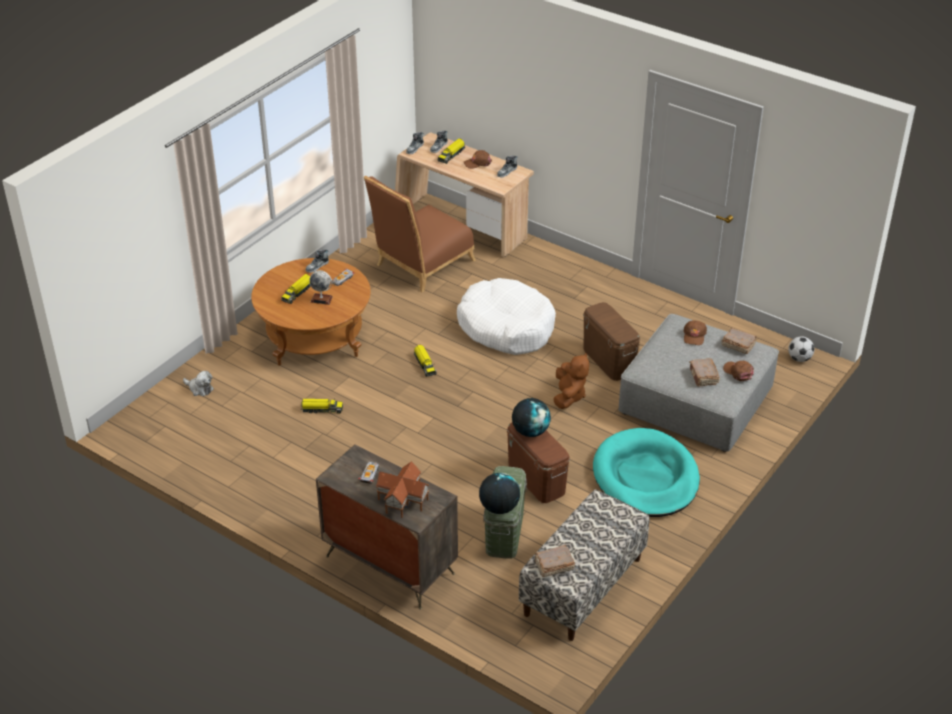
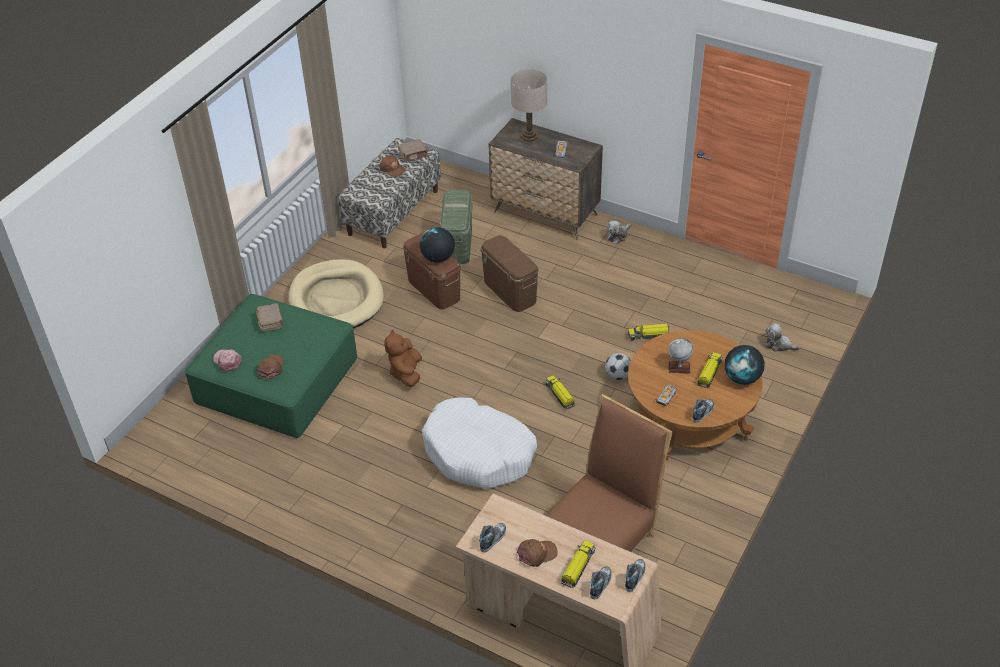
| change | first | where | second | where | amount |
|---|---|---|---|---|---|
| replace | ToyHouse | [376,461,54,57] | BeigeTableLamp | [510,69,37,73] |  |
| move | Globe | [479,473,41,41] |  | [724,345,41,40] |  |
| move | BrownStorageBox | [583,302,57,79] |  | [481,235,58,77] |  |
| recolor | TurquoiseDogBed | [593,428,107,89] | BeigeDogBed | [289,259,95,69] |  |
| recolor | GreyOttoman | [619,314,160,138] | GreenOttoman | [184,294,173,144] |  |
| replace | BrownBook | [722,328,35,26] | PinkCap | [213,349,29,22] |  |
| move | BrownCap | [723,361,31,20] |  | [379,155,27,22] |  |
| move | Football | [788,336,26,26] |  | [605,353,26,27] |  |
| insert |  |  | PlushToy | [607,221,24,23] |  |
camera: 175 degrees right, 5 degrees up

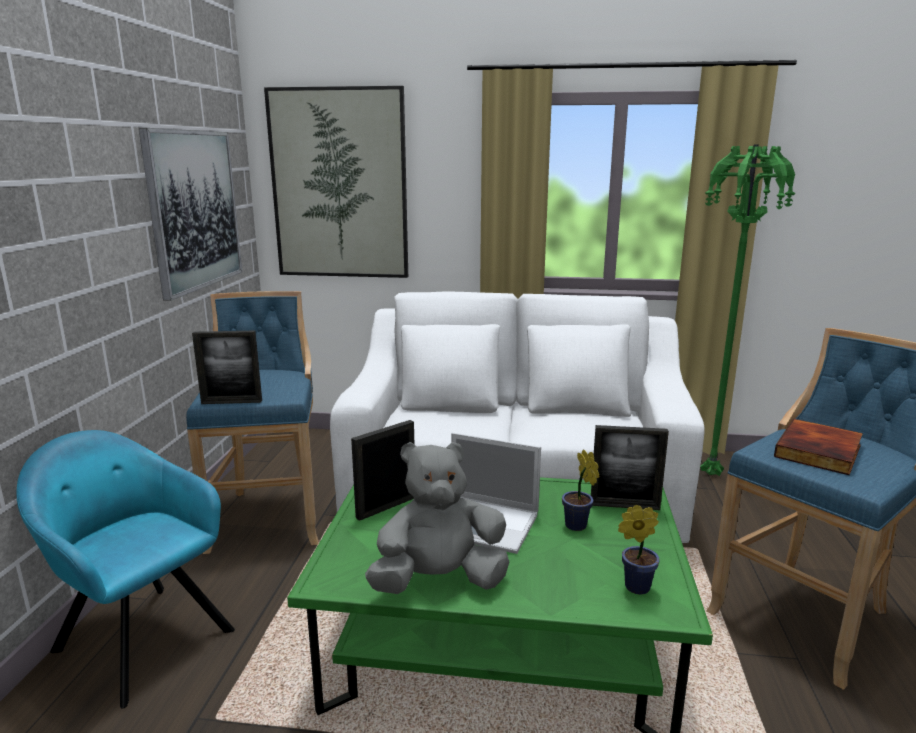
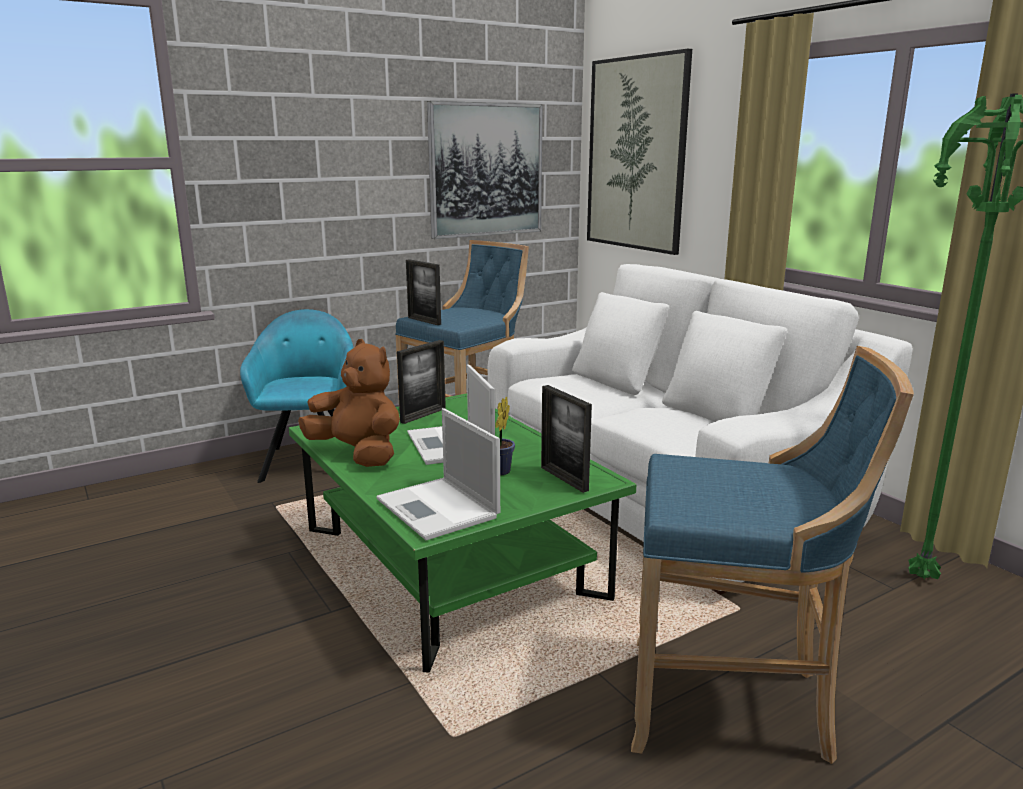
| change | first | where | second | where | amount |
|---|---|---|---|---|---|
| rotate | PictureFrame | [351,420,63,101] |  | [397,340,49,84] | 120 degrees clockwise |
| recolor | GreyPlushToy | [365,442,144,152] | BrownPlushToy | [298,339,102,128] |  |
| replace | PottedPlant | [618,505,41,89] | Laptop | [376,408,124,132] |  |
| delete | Book | [774,419,89,56] |  |  |  |
camera: 50 degrees right, 0 degrees up

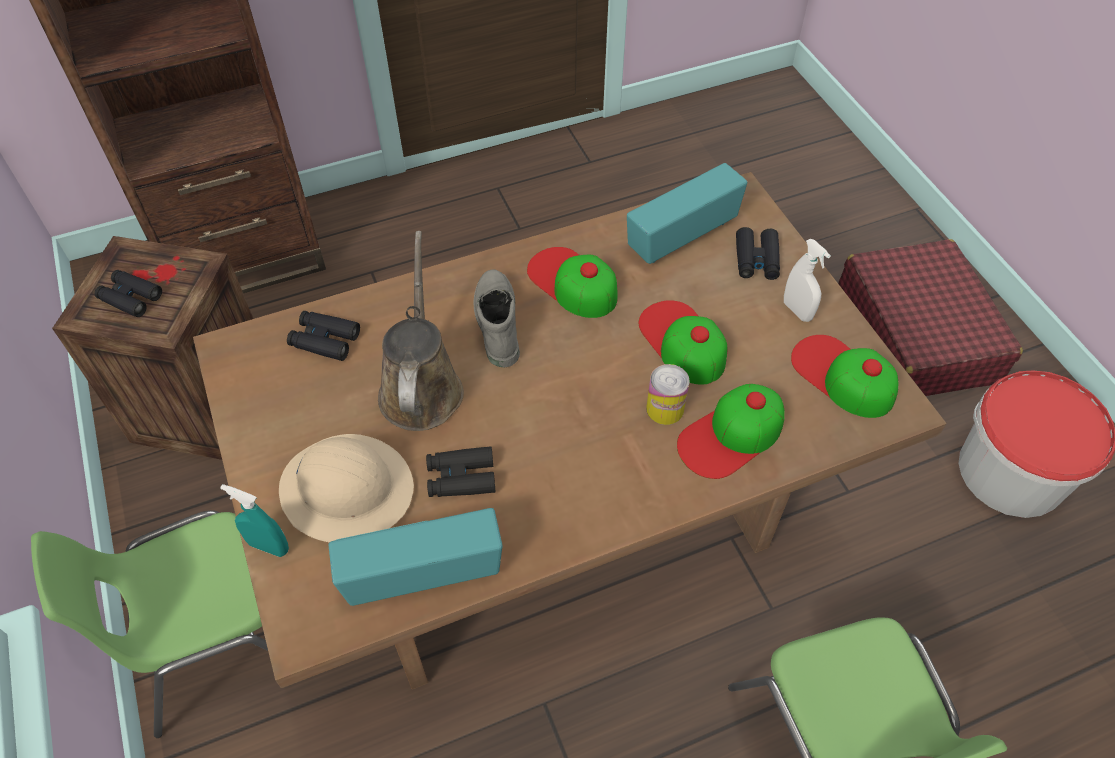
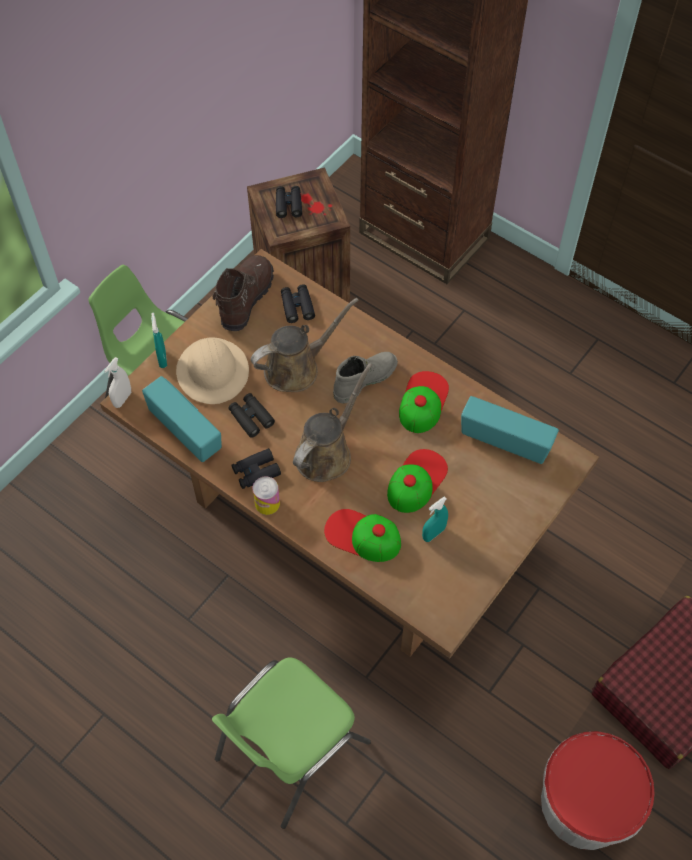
| change | first | where | second | where | amount |
|---|---|---|---|---|---|
| move | Can | [646,364,44,61] |  | [253,476,27,39] |  |
| move | BlackBinoculars | [736,227,44,53] |  | [232,448,49,41] |  |
| move | WhiteSprayBottle | [784,239,47,83] |  | [104,357,27,51] |  |
| delete | Cap | [791,335,107,83] |  |  |  |
| insert |  |  | BrownBoot | [213,255,61,76] |  |
| insert |  |  | BrownWateringCan | [293,363,79,119] |  |
| insert |  |  | TurquoiseSprayBottle | [422,496,26,46] |  |
camera: 60 degrees right, 5 degrees up

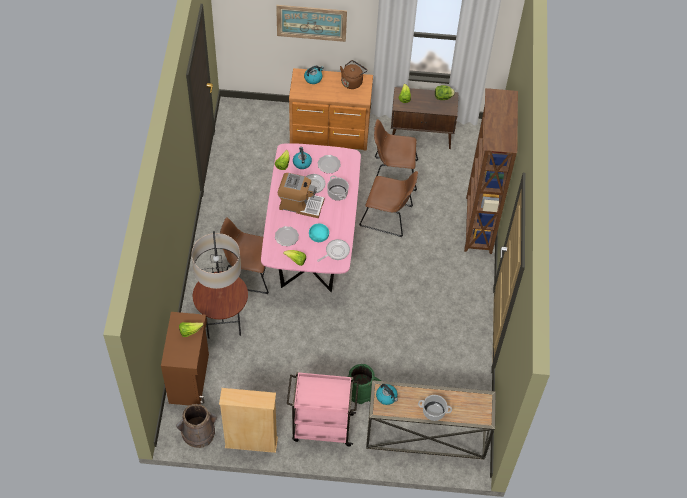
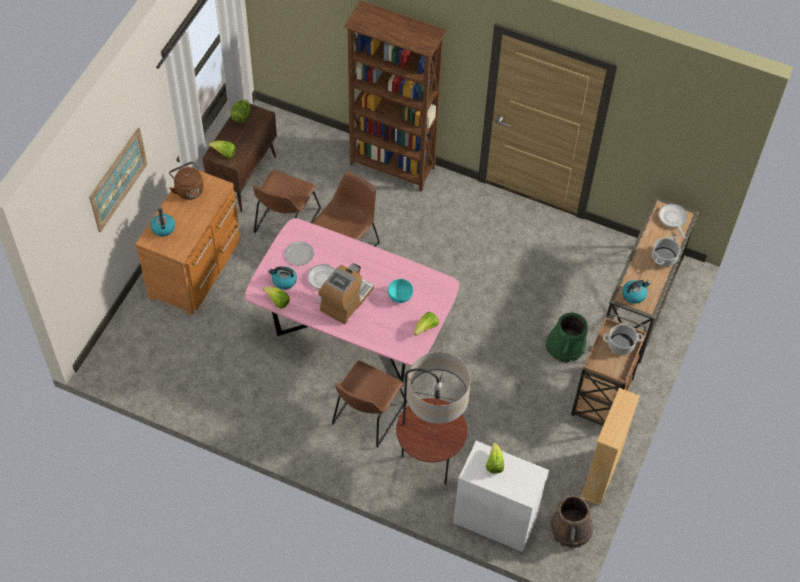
| change | first | where | second | where | amount |
|---|---|---|---|---|---|
| recolor | BrownCabinet | [161,312,48,93] | WhiteCabinet | [453,441,96,111] |  |
| delete | Plate | [275,226,24,20] |  |  |  |
| recolor | PinkCart | [287,372,72,74] | BrownCart | [571,313,77,113] |  |
| move | FryingPan | [317,239,33,23] |  | [659,204,29,35] |  |
| move | CookingPot | [327,176,22,25] |  | [603,324,41,31] |  |
camera: 70 degrees left, 0 degrees up

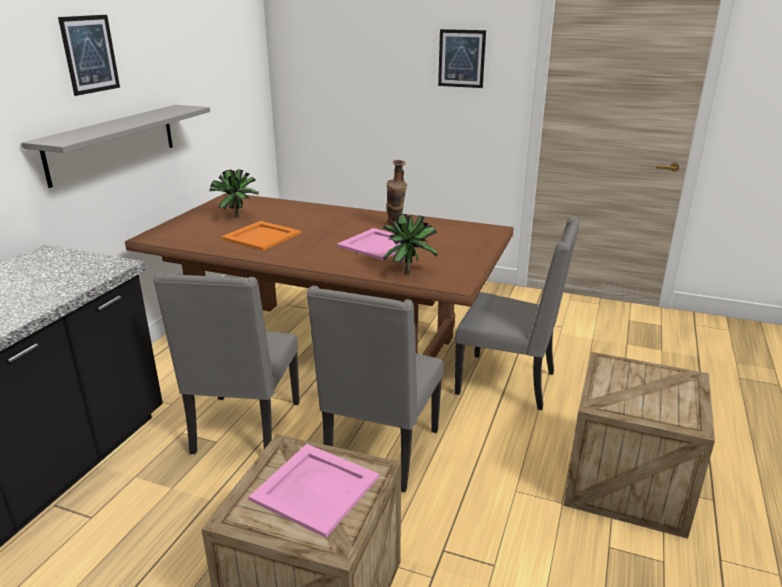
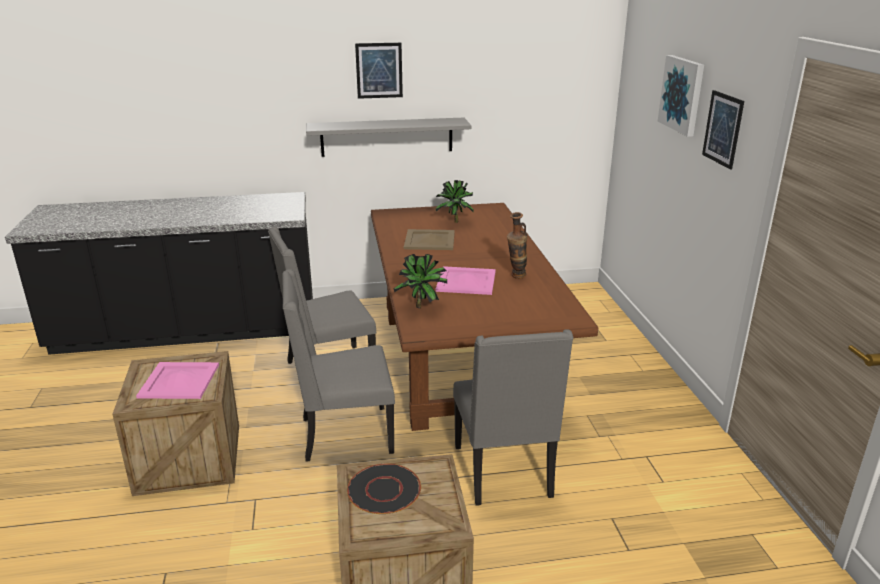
| change | first | where | second | where | amount |
|---|---|---|---|---|---|
| recolor | OrangeTray | [221,221,80,30] | BeigeTray | [404,229,51,21] |  |
| insert |  |  | BlackPlate | [347,464,74,50] |  |
| insert |  |  | Picture | [658,55,46,82] |  |
camera: 60 degrees right, 0 degrees up

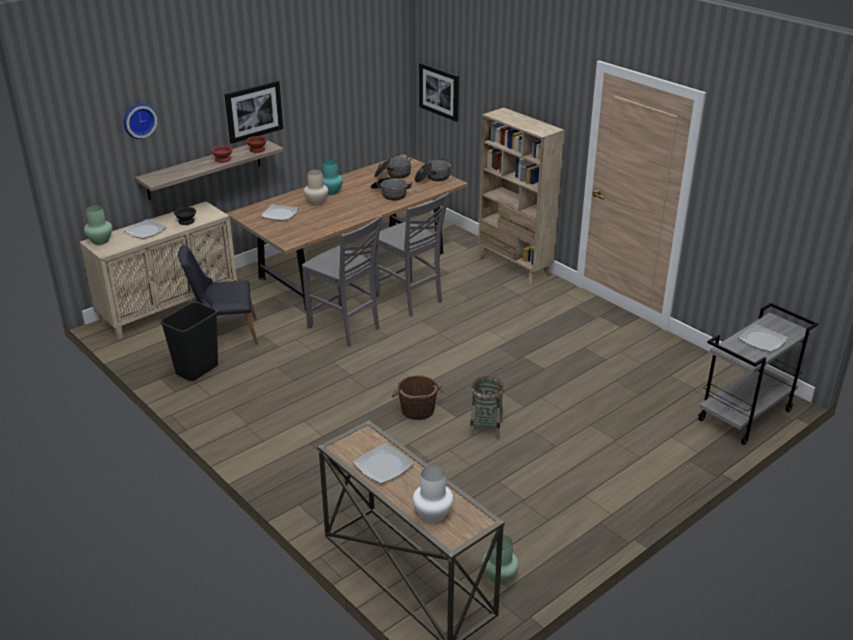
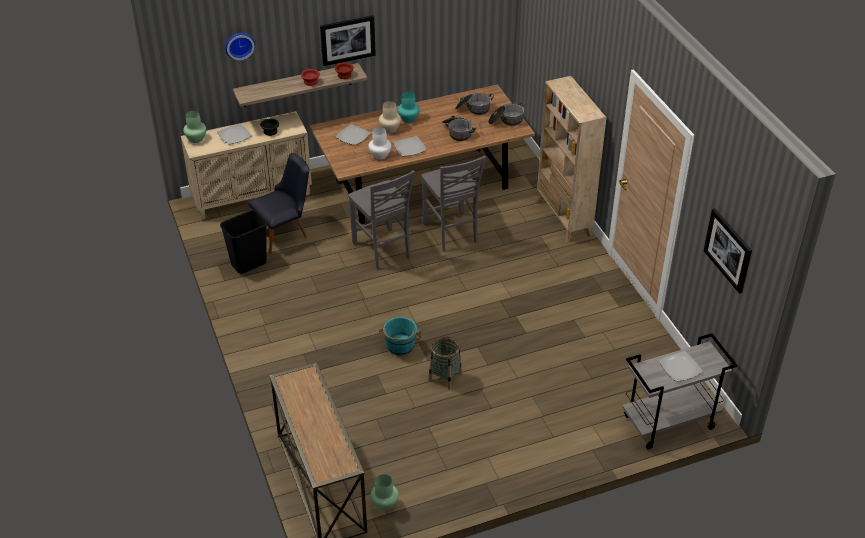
| change | first | where | second | where | amount |
|---|---|---|---|---|---|
| rotate | BlackChair | [178,245,80,100] |  | [248,153,61,101] | 135 degrees clockwise |
| move | Plate | [353,443,61,40] |  | [393,136,33,20] |  |
| recolor | BrownBucket | [391,376,52,44] | TurquoiseBucket | [379,317,43,39] |  |
| move | WhiteVase | [413,466,40,57] |  | [368,127,23,33] |  |
| move | Picture | [419,63,40,59] |  | [704,208,48,86] |  |
camera: 20 degrees right, 10 degrees up

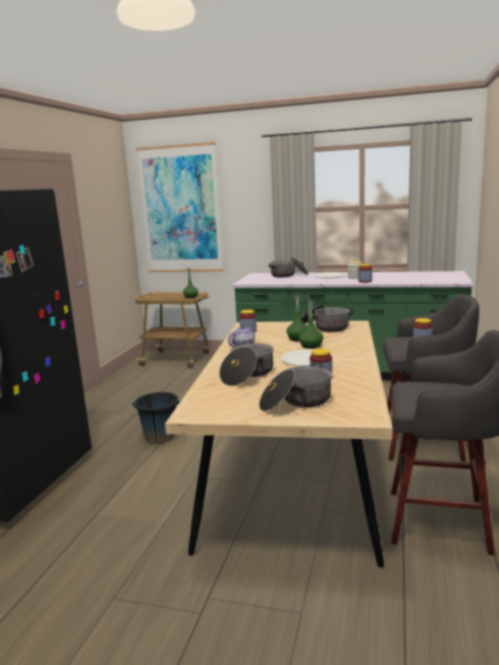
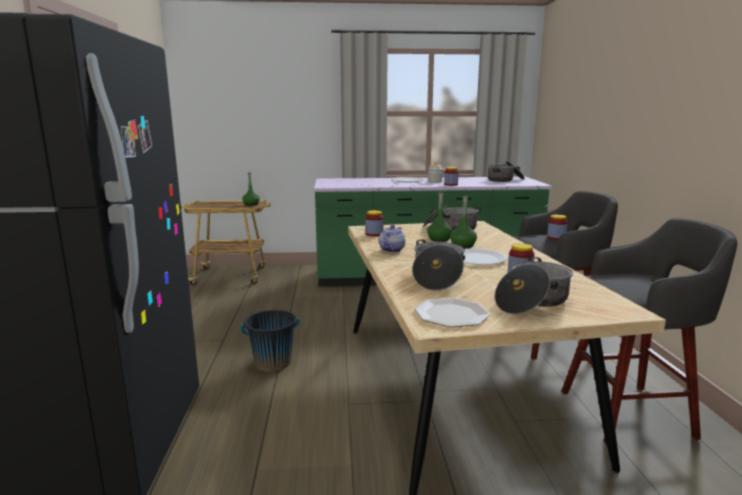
| change | first | where | second | where | amount |
|---|---|---|---|---|---|
| delete | Picture | [136,142,87,130] |  |  |  |
| move | CookingPot | [269,257,39,20] |  | [487,161,38,21] |  |
| insert |  |  | Plate | [414,298,76,29] |  |
camera: 20 degrees left, 0 degrees up

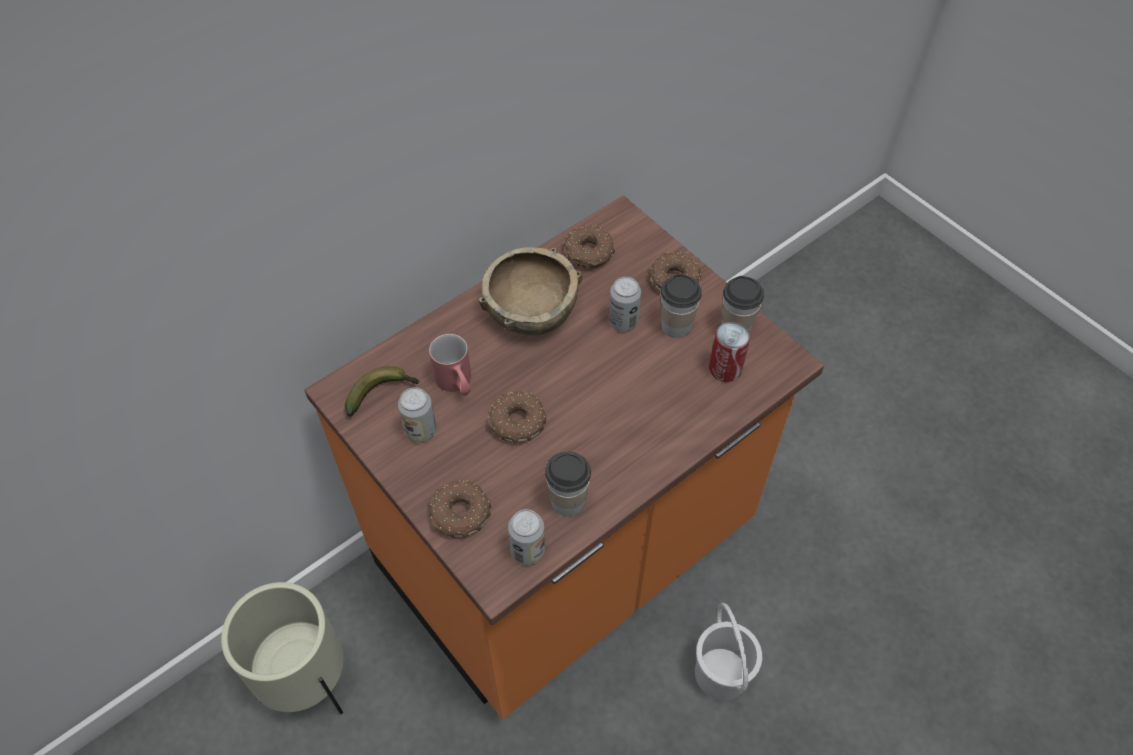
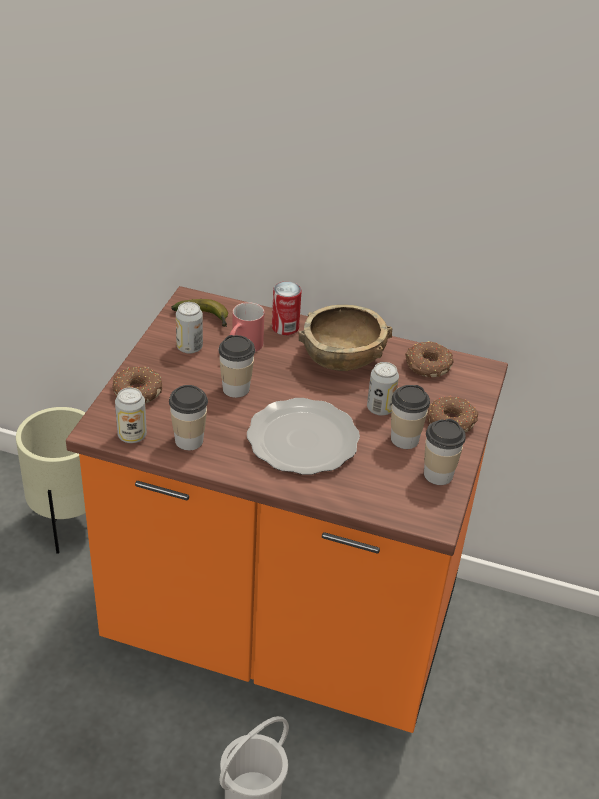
| change | first | where | second | where | amount |
|---|---|---|---|---|---|
| replace | Donut | [488,391,58,53] | Cup | [218,335,37,63] |  |
| move | Can | [709,322,41,60] |  | [272,281,30,54] |  |
| insert |  |  | Plate | [247,398,113,77] |  |
camera: 55 degrees right, 15 degrees down

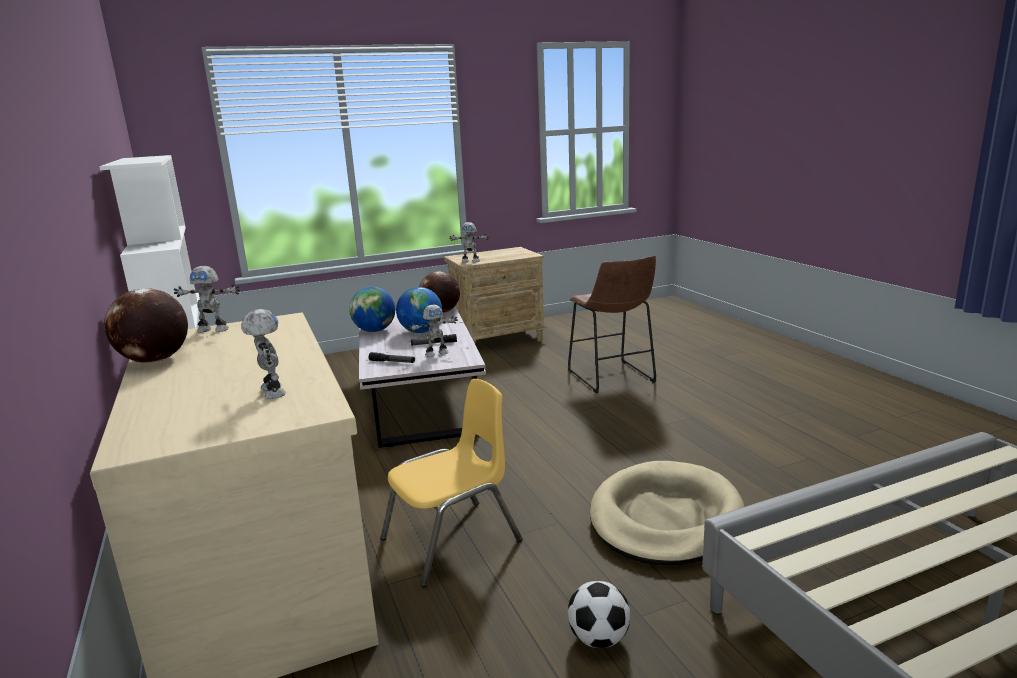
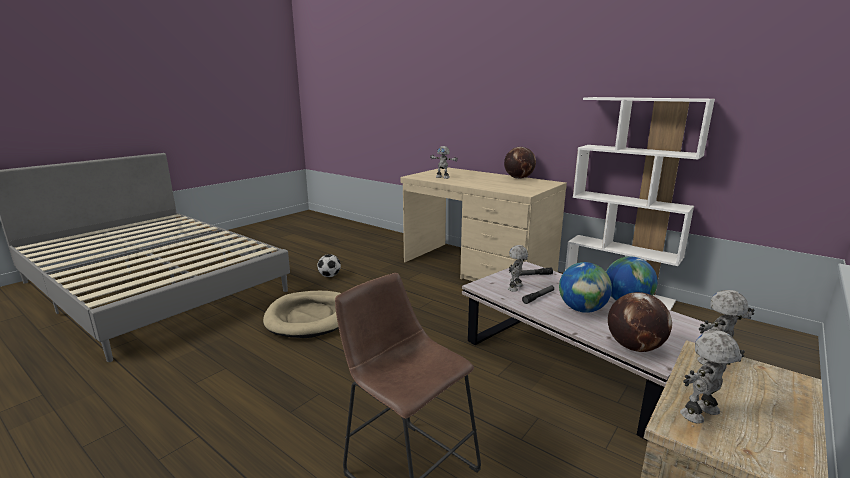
| change | first | where | second | where | amount |
|---|---|---|---|---|---|
| move | ToyRobot | [174,266,67,67] |  | [680,330,65,94] |  |
| delete | YellowChair | [380,379,143,208] |  |  |  |
camera: 150 degrees right, 0 degrees up

